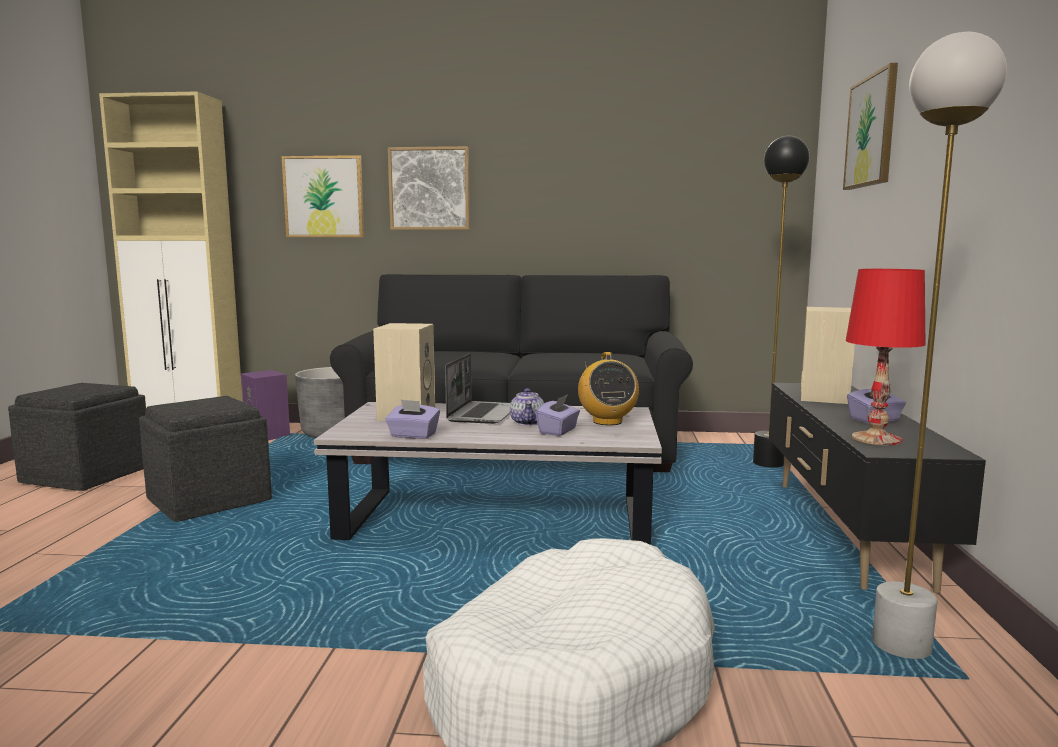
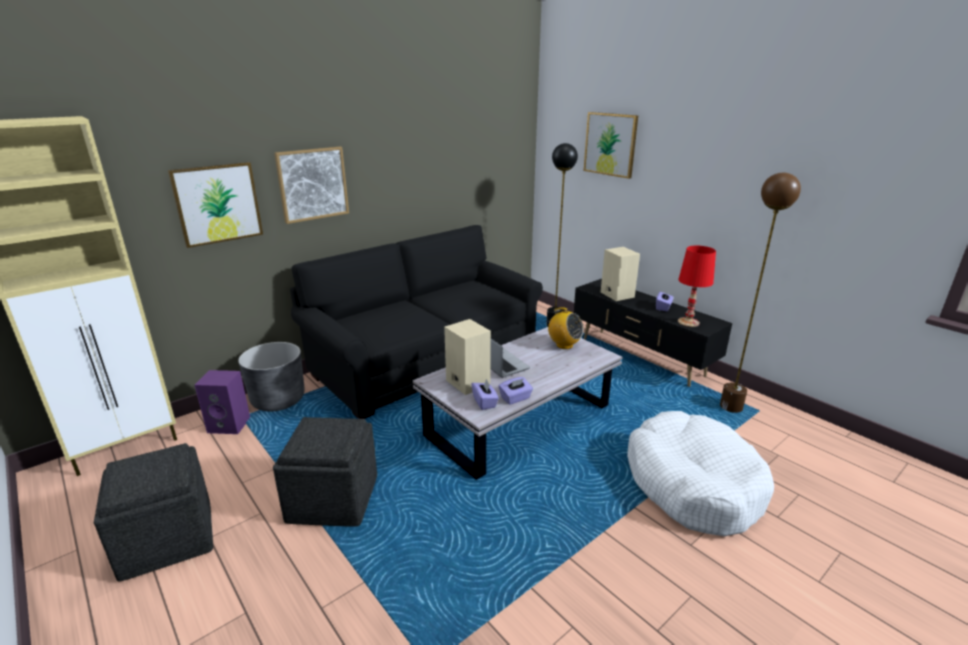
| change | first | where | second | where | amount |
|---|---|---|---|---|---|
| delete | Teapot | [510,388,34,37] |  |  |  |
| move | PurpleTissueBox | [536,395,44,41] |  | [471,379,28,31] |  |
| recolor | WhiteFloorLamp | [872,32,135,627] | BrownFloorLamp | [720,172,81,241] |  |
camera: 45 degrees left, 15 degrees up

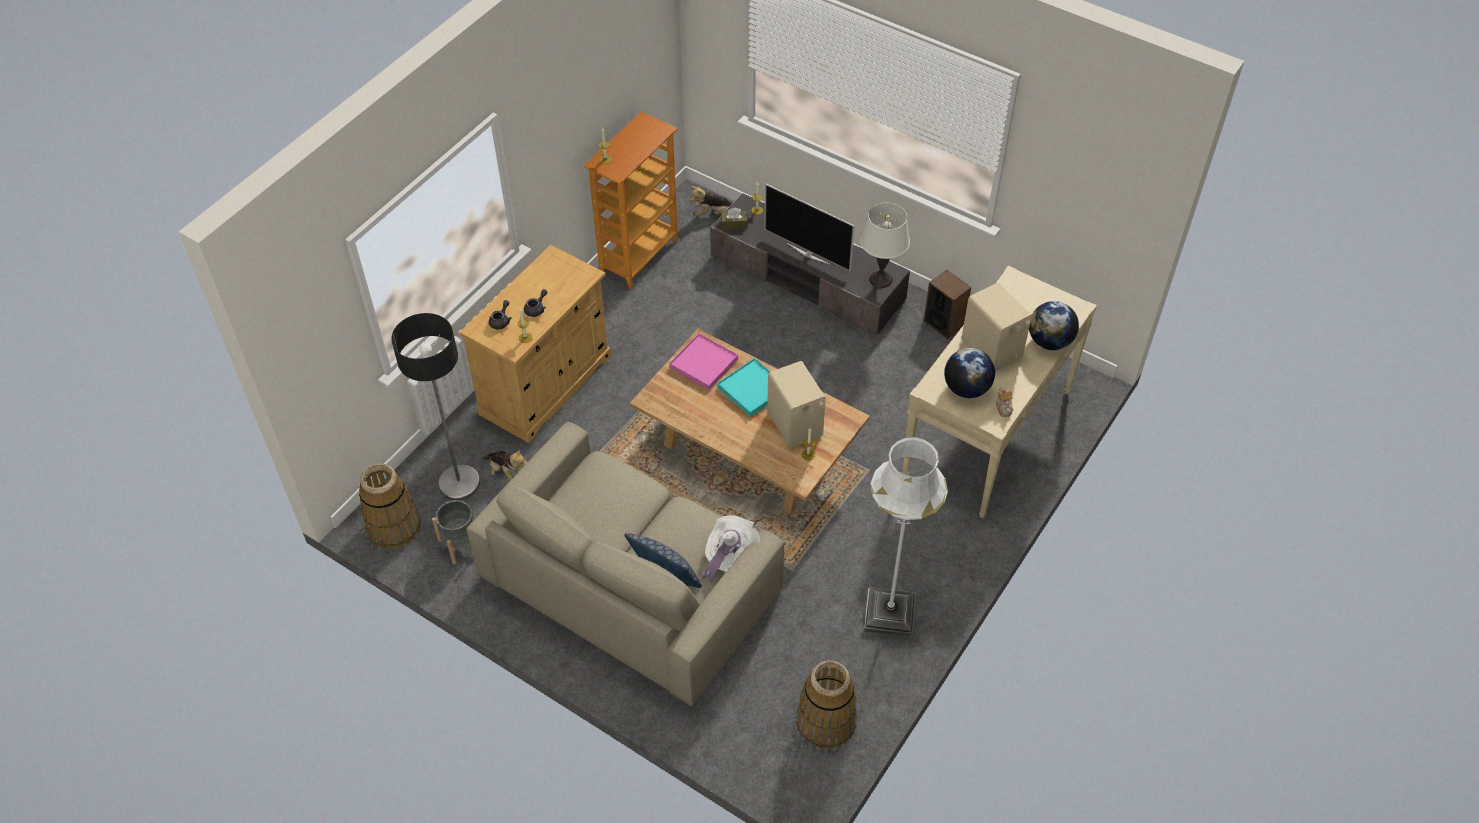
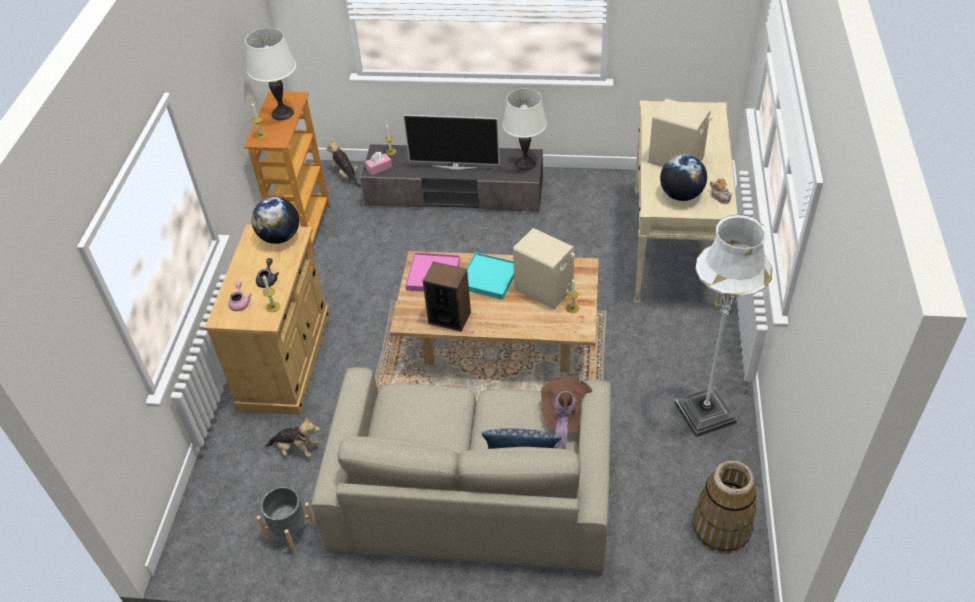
| change | first | where | second | where | amount |
|---|---|---|---|---|---|
| delete | Basket | [359,463,62,87] |  |  |  |
| delete | FloorLamp | [391,313,89,187] |  |  |  |
| recolor | GreyTeapot | [489,300,23,30] | PinkTeapot | [228,281,24,30] |  |
| rotate | PlushToy | [690,186,43,30] |  | [326,138,35,49] | 90 degrees clockwise |
| recolor | WhiteHat | [702,515,59,69] | BrownHat | [541,377,51,72] |  |
| recolor | BrownTissueBox | [721,208,27,22] | PinkTissueBox | [365,152,27,24] |  |
| move | Speaker | [924,270,47,69] |  | [423,261,48,71] |  |
| move | Globe | [1029,301,50,49] |  | [252,197,47,47] |  |
| insert |  |  | WhiteTableLamp | [245,28,51,92] |  |
camera: 25 degrees left, 5 degrees down

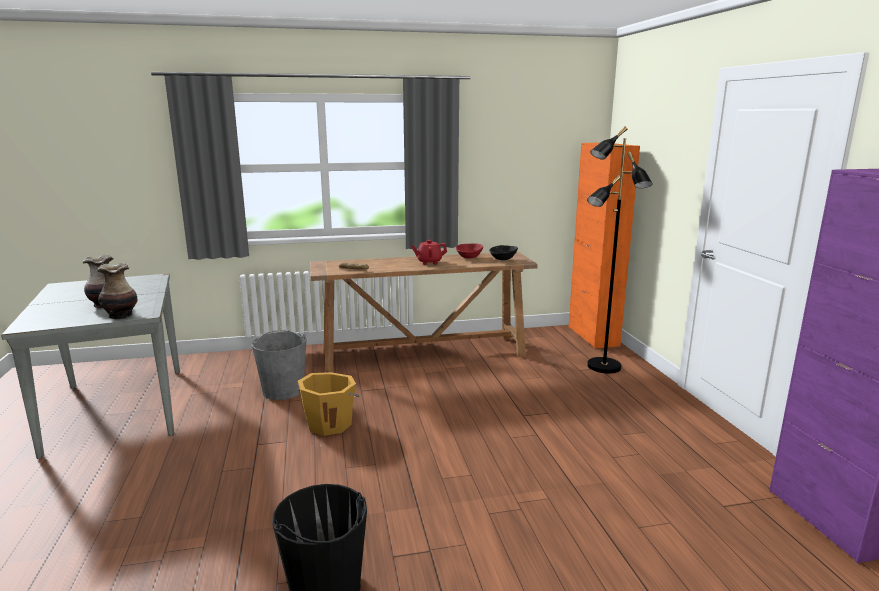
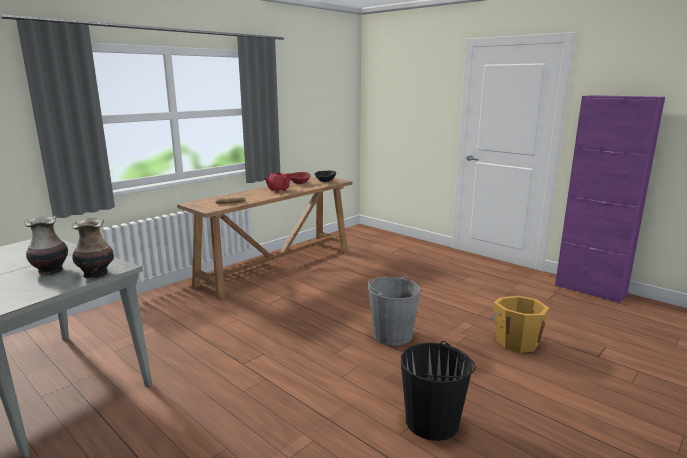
| change | first | where | second | where | amount |
|---|---|---|---|---|---|
| move | GreyBucket | [251,330,55,70] |  | [368,276,53,70] |  |
| move | OrangeBucket | [298,372,61,64] |  | [490,296,59,57] |  |
| delete | OrangeCabinet | [569,143,71,206] |  |  |  |
| delete | BlackFloorLamp | [587,126,66,248] |  |  |  |
camera: 35 degrees left, 0 degrees up

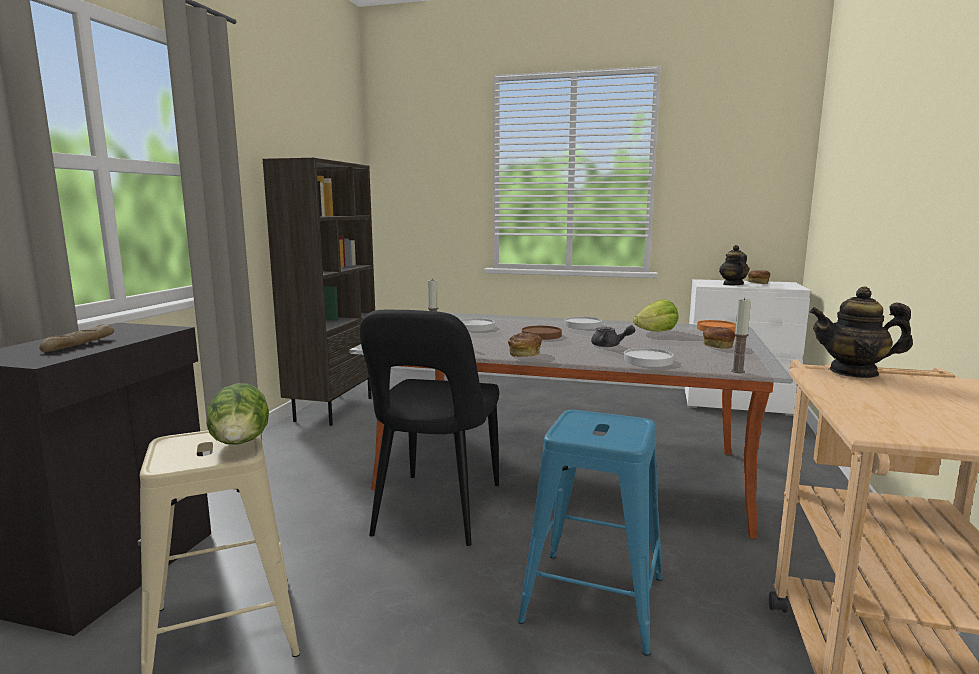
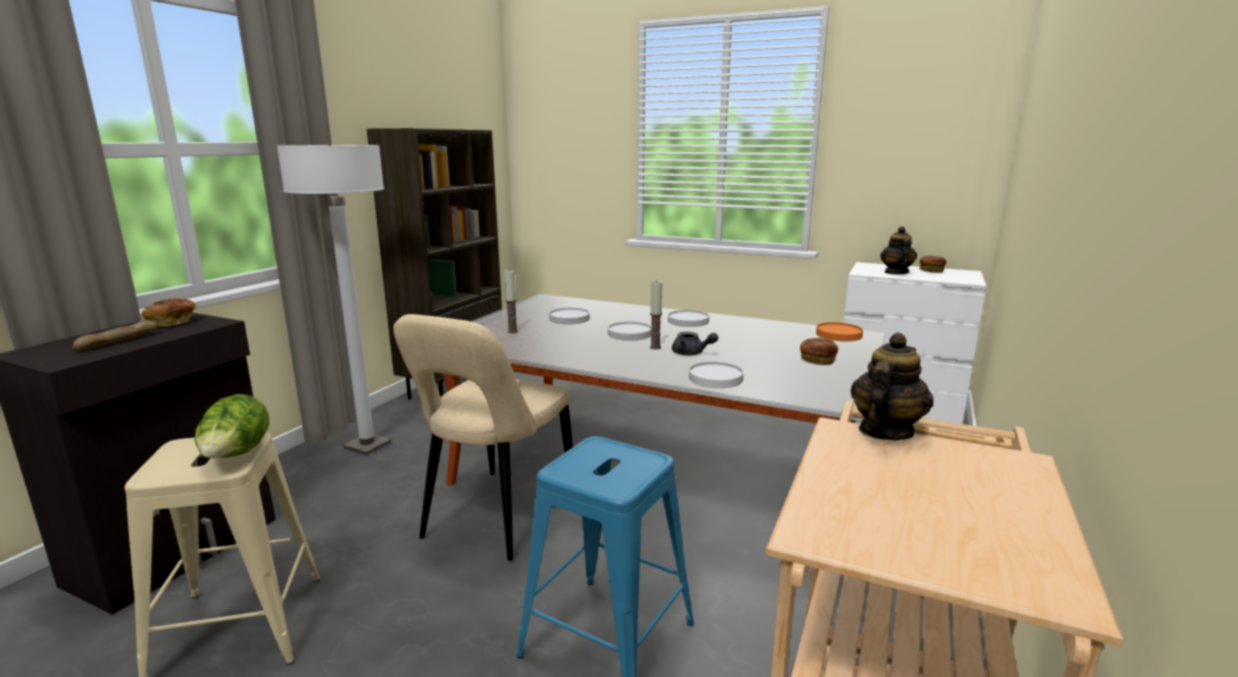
| change | first | where | second | where | amount |
|---|---|---|---|---|---|
| recolor | BlackChair | [359,310,140,236] | BeigeChair | [393,314,180,247] |  |
| move | Bread | [508,333,34,24] |  | [142,298,54,28] |  |
| recolor | BrownPlate | [522,326,40,14] | WhitePlate | [608,322,44,19] |  |
| delete | Lettuce | [633,300,46,32] |  |  |  |
| move | Candle | [731,298,20,75] |  | [650,280,12,70] |  |
| rotate | Teapot | [809,287,104,91] |  | [851,332,83,108] | 105 degrees clockwise |
| insert |  |  | WhiteFloorLamp | [277,143,114,312] |  |
camera: 10 degrees right, 5 degrees up

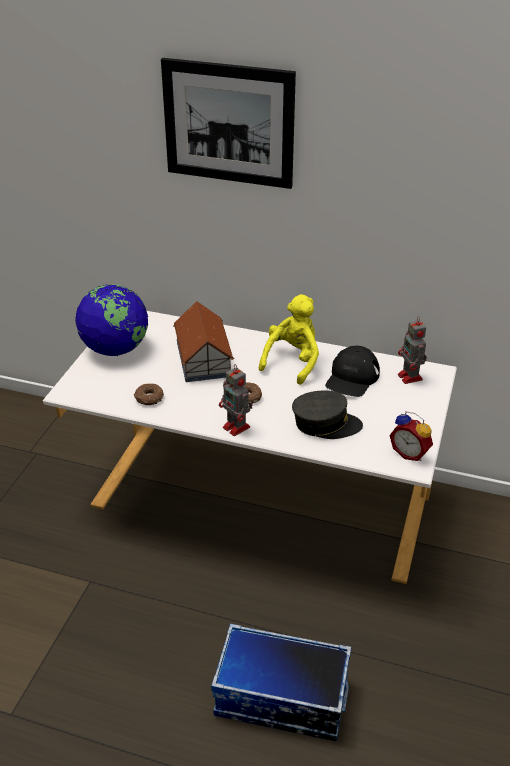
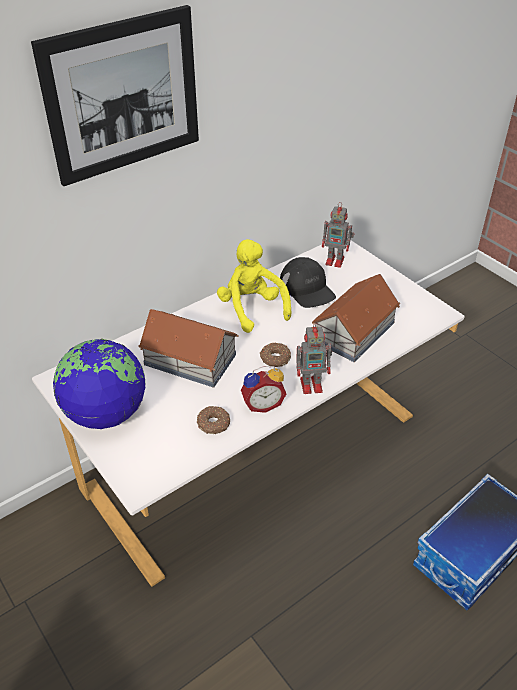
| change | first | where | second | where | amount |
|---|---|---|---|---|---|
| replace | GreyCap | [292,390,71,49] | ToyHouse | [312,274,88,88] |  |
| move | AlarmClock | [389,411,44,50] |  | [241,366,45,47] |  |
camera: 55 degrees left, 5 degrees up

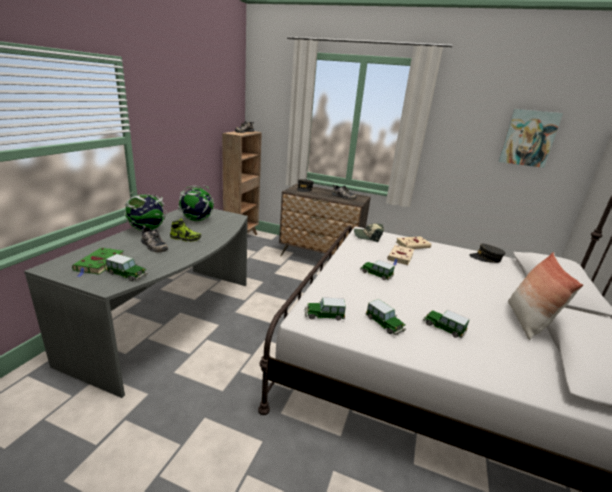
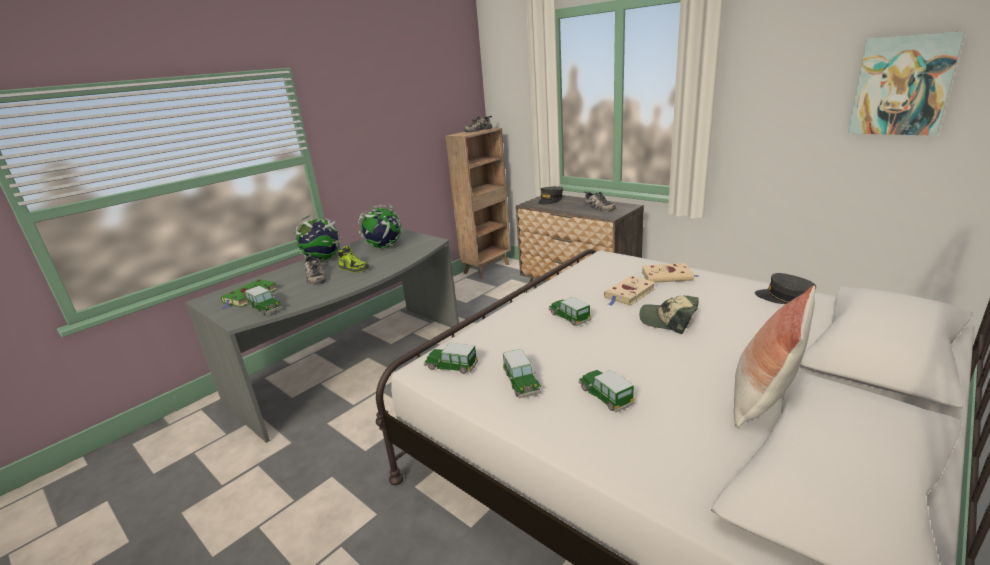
| change | first | where | second | where | amount |
|---|---|---|---|---|---|
| move | Cap | [354,223,30,19] |  | [640,296,59,38] |  |
camera: 25 degrees right, 0 degrees up

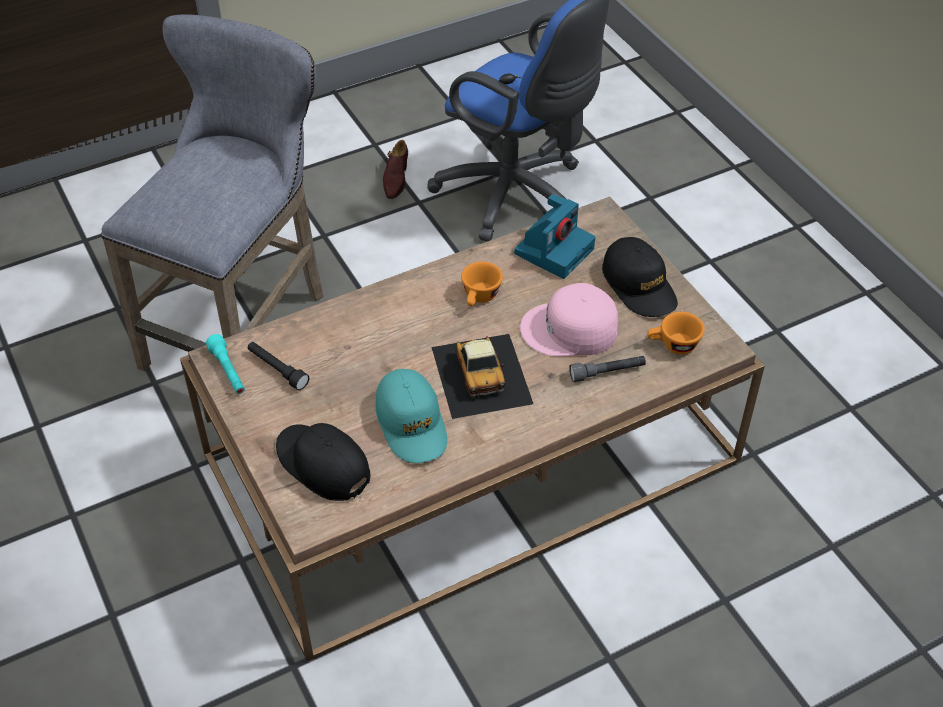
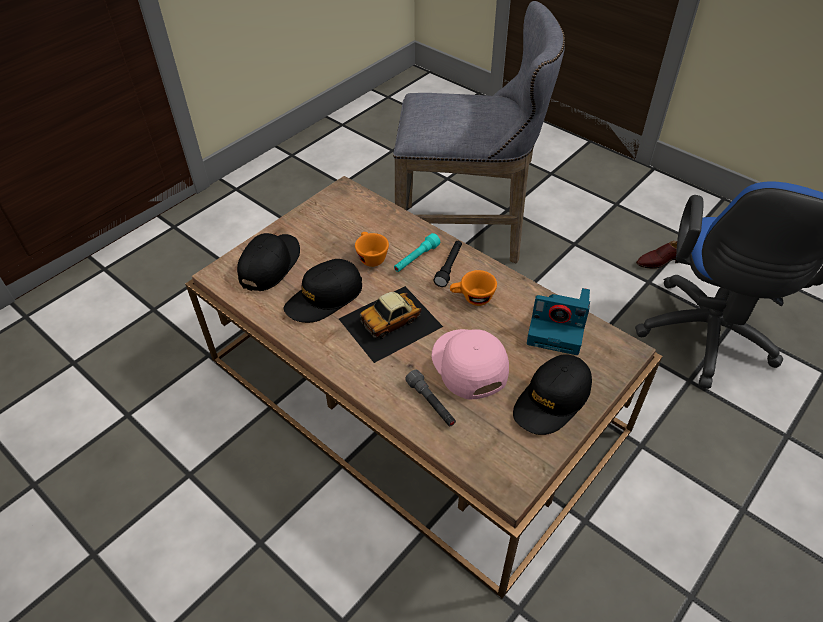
| change | first | where | second | where | amount |
|---|---|---|---|---|---|
| move | TurquoiseFlashlight | [206,334,39,60] |  | [394,233,46,39] |  |
| move | BlackFlashlight | [248,342,61,48] |  | [434,241,28,46] |  |
| recolor | TurquoiseCap | [375,369,72,94] | BlackCap | [284,259,78,64] |  |
| move | OrangeCup | [647,312,58,43] |  | [355,232,34,35] |  |
camera: 70 degrees right, 0 degrees up

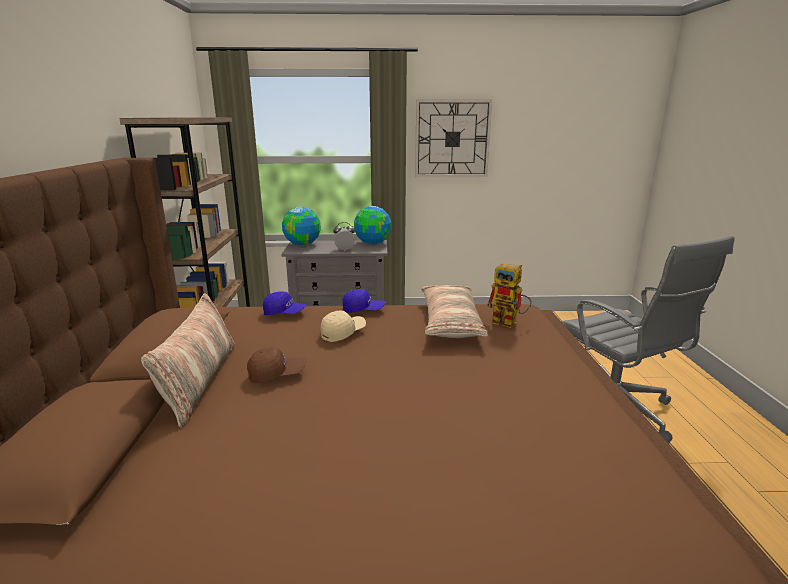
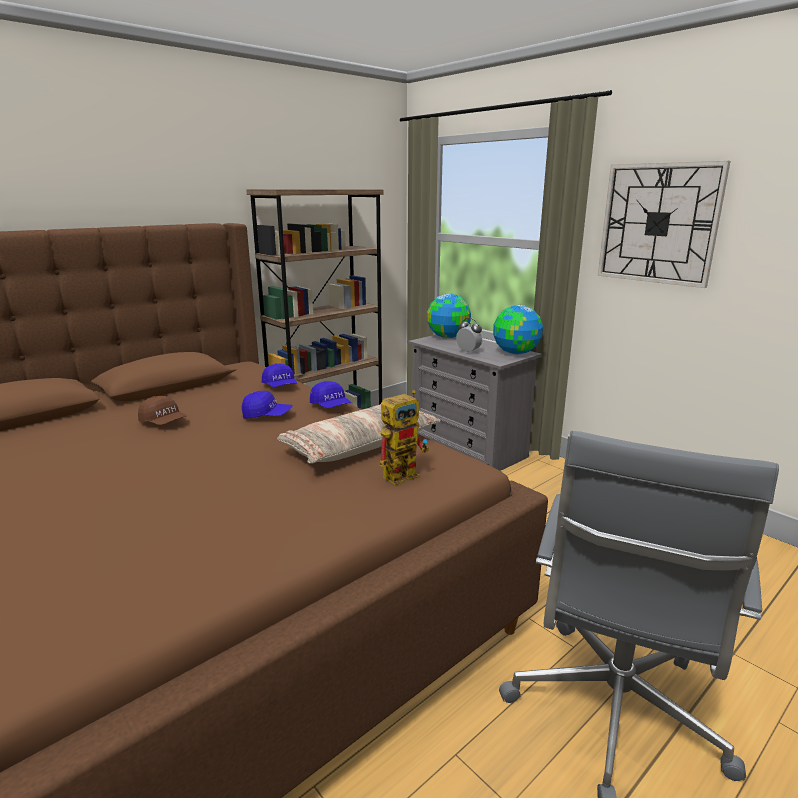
| change | first | where | second | where | amount |
|---|---|---|---|---|---|
| delete | Pillow | [141,293,94,134] |  |  |  |
| recolor | BeigeCap | [320,310,46,32] | BlueCap | [242,391,51,28] |  |
| rotate | ToyRobot | [486,263,46,65] |  | [380,390,49,95] | 120 degrees counterclockwise |
camera: 50 degrees right, 0 degrees up

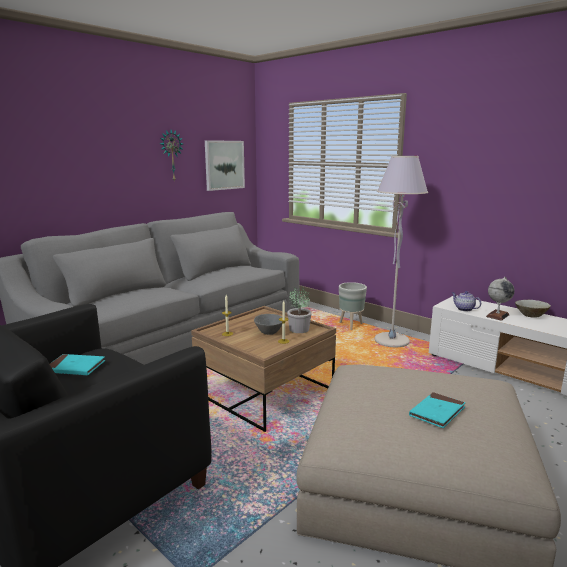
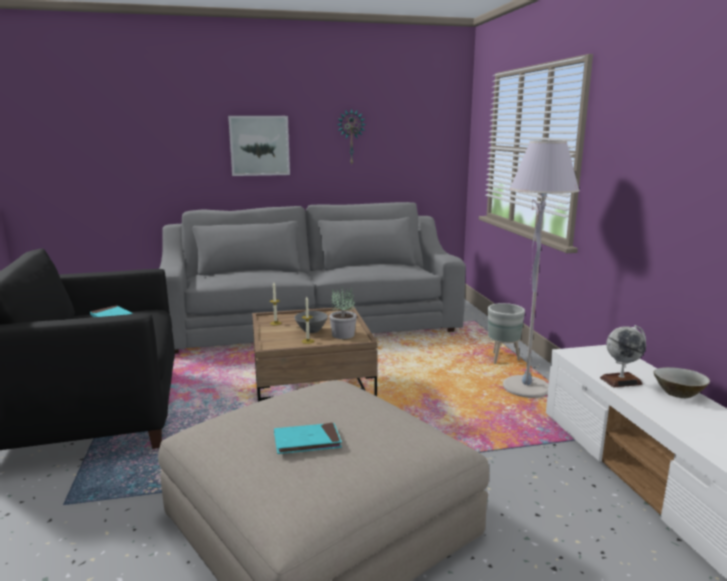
| change | first | where | second | where | amount |
|---|---|---|---|---|---|
| move | Picture | [205,140,40,51] |  | [228,116,62,60] |  |
| delete | Teapot | [452,291,29,21] |  |  |  |
camera: 35 degrees right, 0 degrees up

